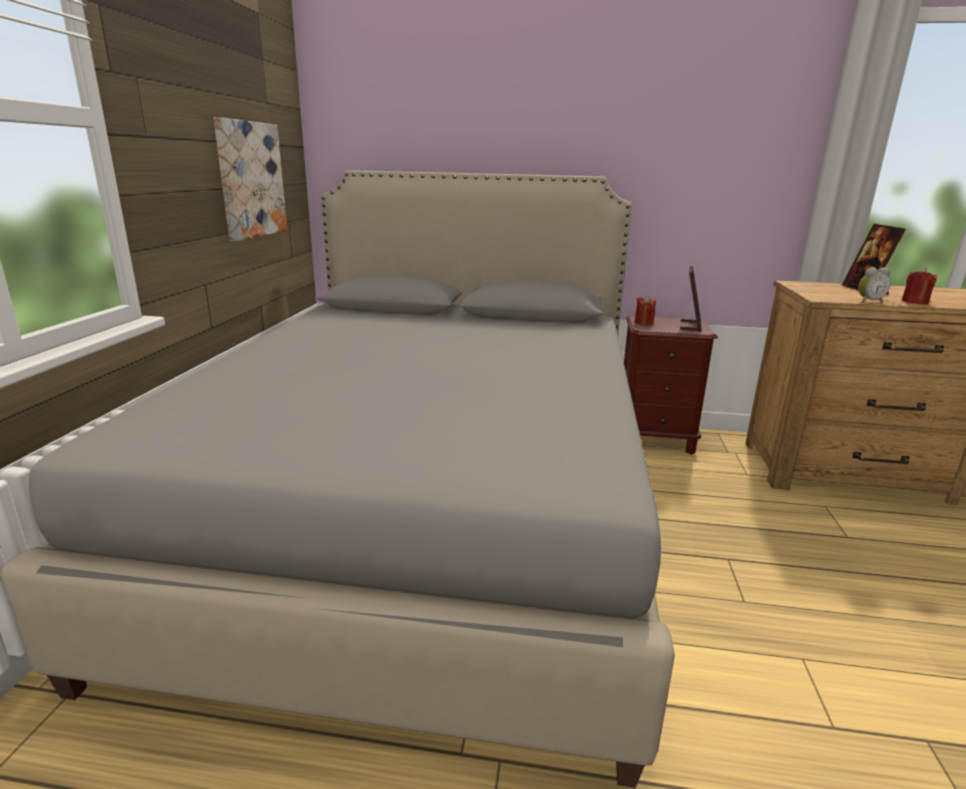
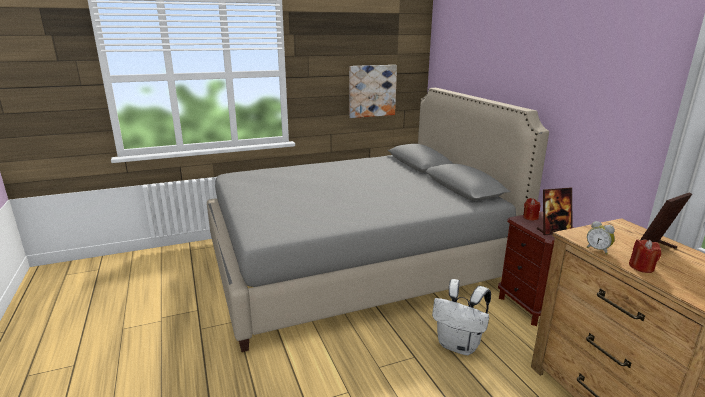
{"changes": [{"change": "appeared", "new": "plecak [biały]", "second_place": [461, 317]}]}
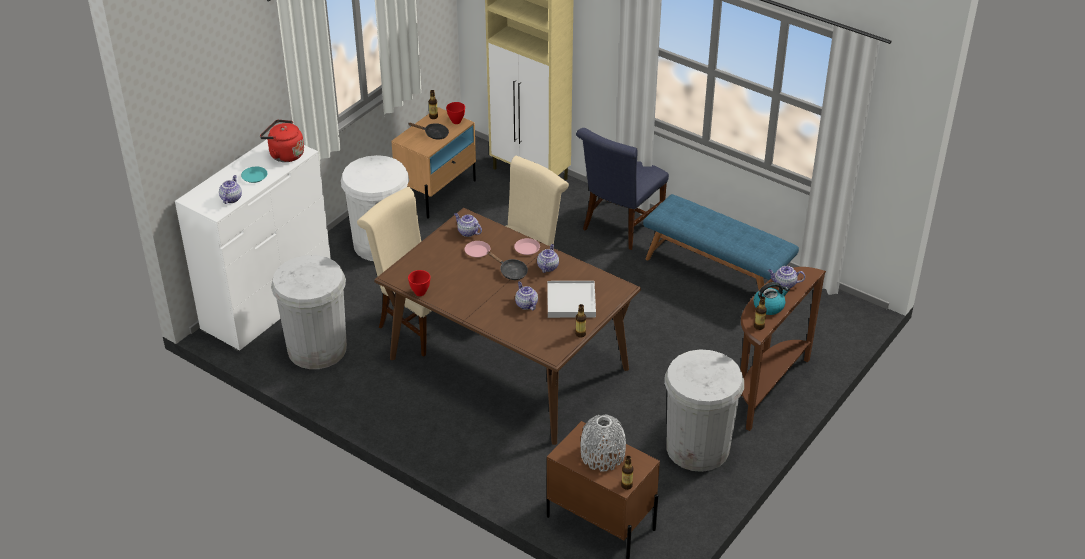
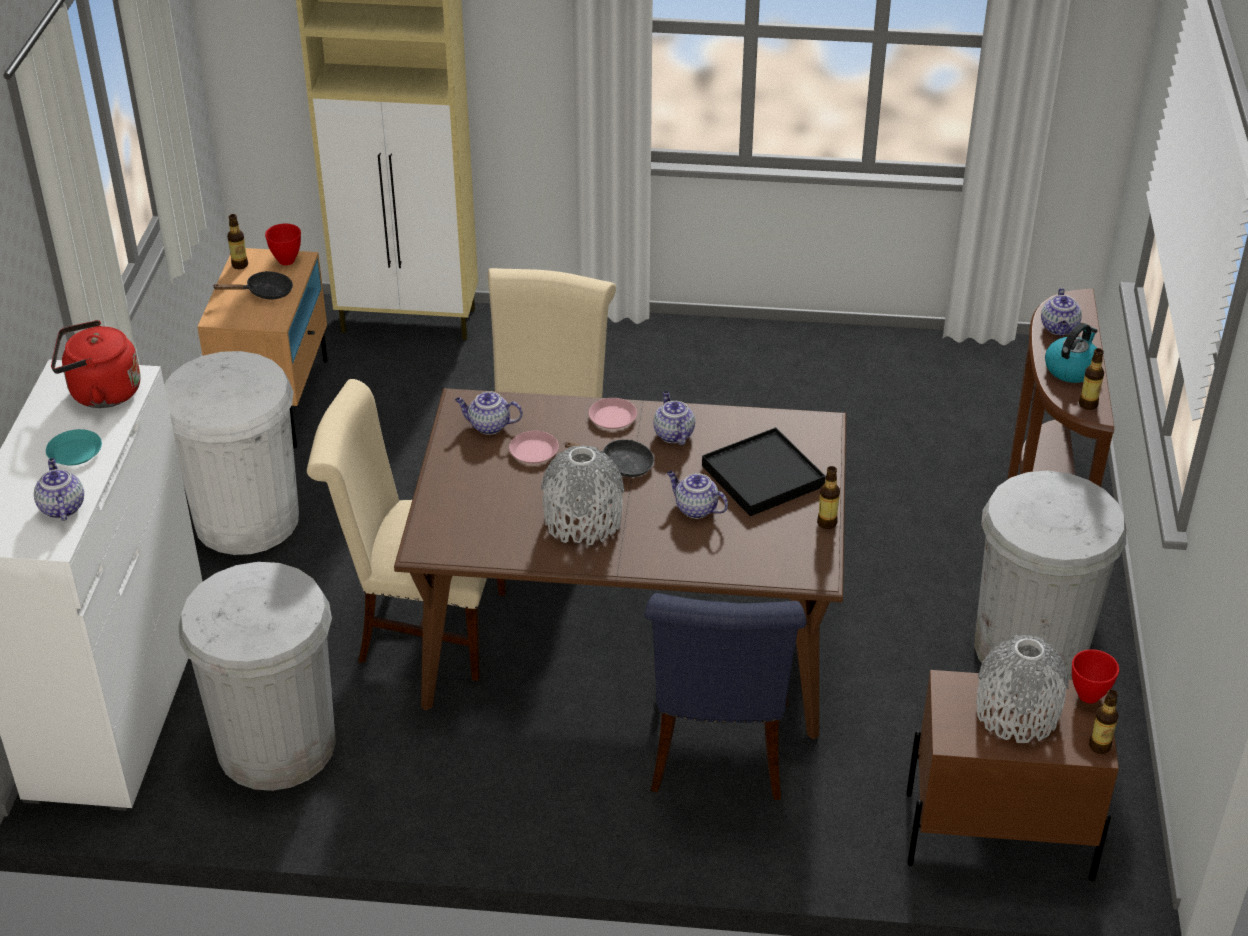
{"changes": [{"change": "appeared", "new": "wazon [szary]", "second_place": [582, 496]}, {"change": "relocated", "old": "krzesło [niebieski]", "first_place": [622, 189], "second_place": [725, 696]}, {"change": "colour", "old": "taca [biały]", "new": "taca [czarny]", "first_place": [571, 299], "second_place": [764, 471]}, {"change": "spun", "old": "imbryk", "first_place": [786, 277], "second_place": [1061, 312], "degrees": -60}, {"change": "relocated", "old": "miska [czerwony]", "first_place": [419, 283], "second_place": [1095, 676]}, {"change": "missing", "old": "ławka [niebieski]", "first_place": [721, 242]}]}
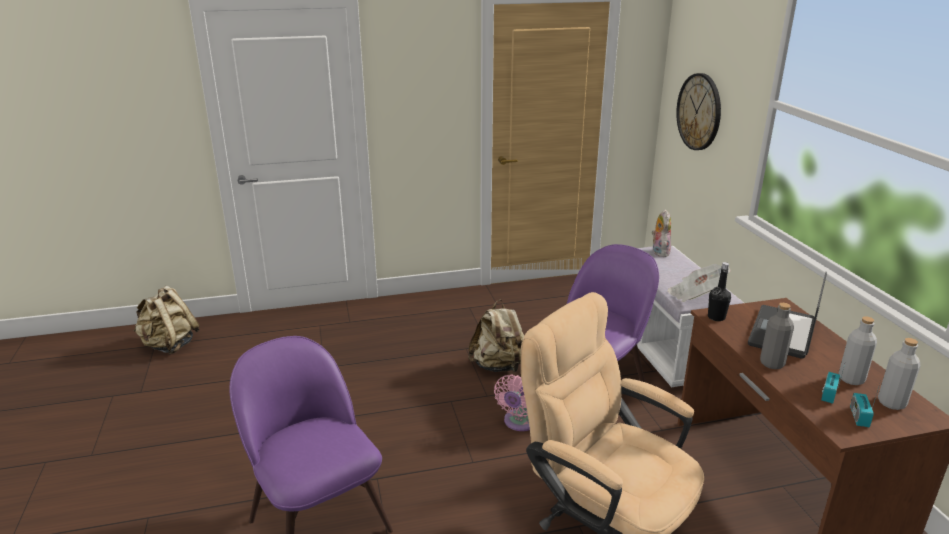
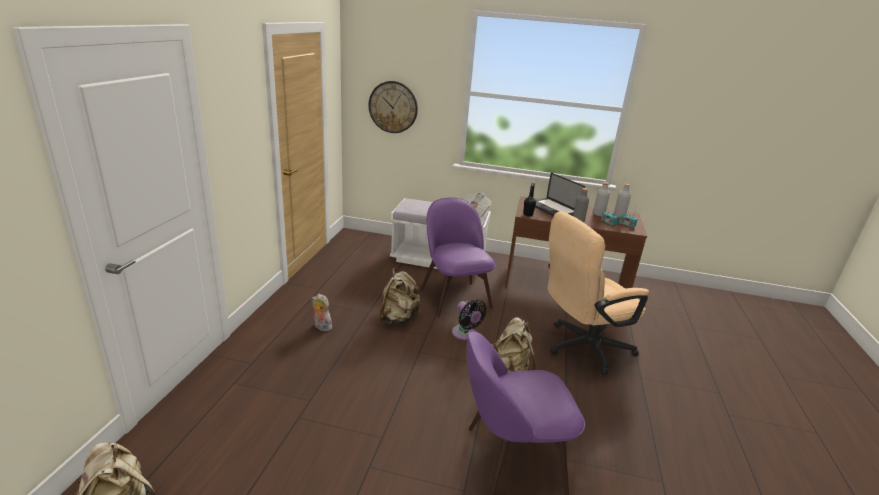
{"changes": [{"change": "relocated", "old": "pluszak", "first_place": [661, 233], "second_place": [322, 312]}, {"change": "colour", "old": "wentylator [różowy]", "new": "wentylator [czarny]", "first_place": [512, 402], "second_place": [469, 319]}, {"change": "appeared", "new": "plecak [beżowy]", "second_place": [514, 344]}]}
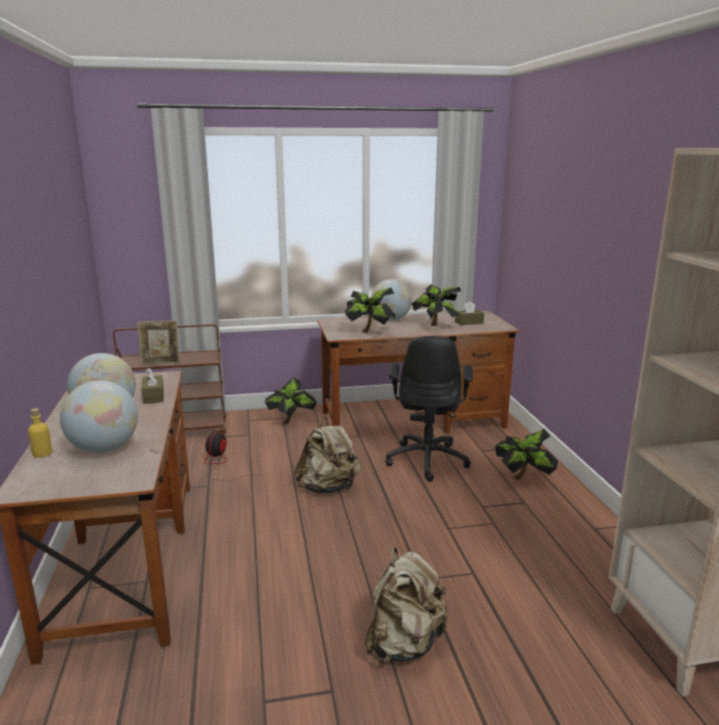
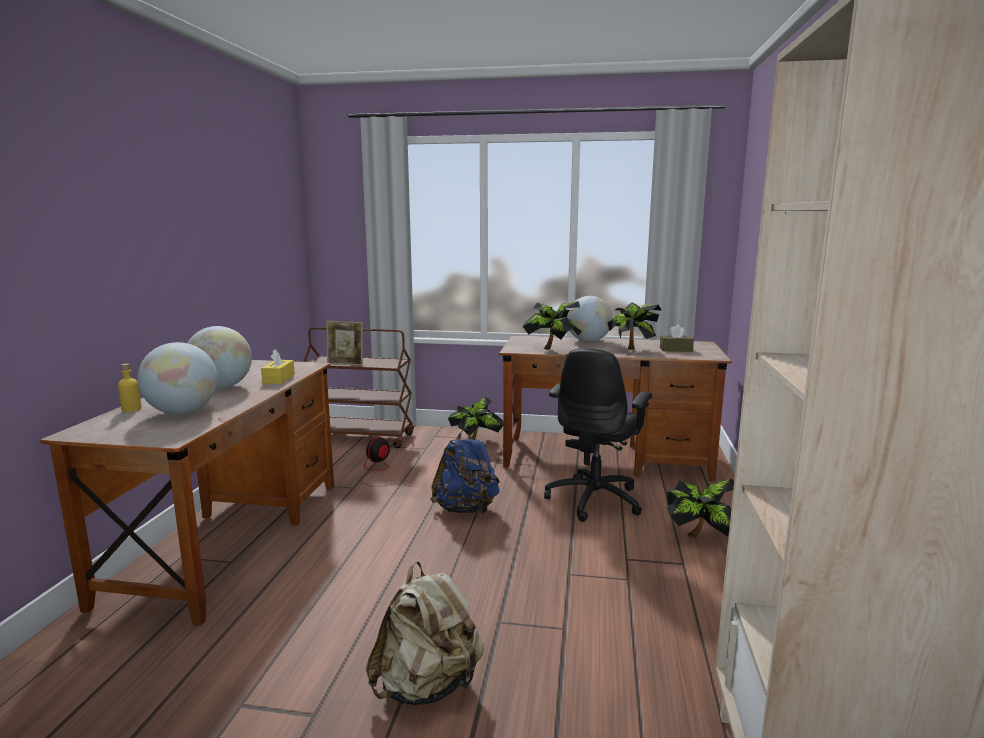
{"changes": [{"change": "colour", "old": "pudełko chusteczek [brązowy]", "new": "pudełko chusteczek [żółty]", "first_place": [153, 385], "second_place": [278, 366]}, {"change": "colour", "old": "plecak [beżowy]", "new": "plecak [niebieski]", "first_place": [328, 455], "second_place": [465, 471]}]}
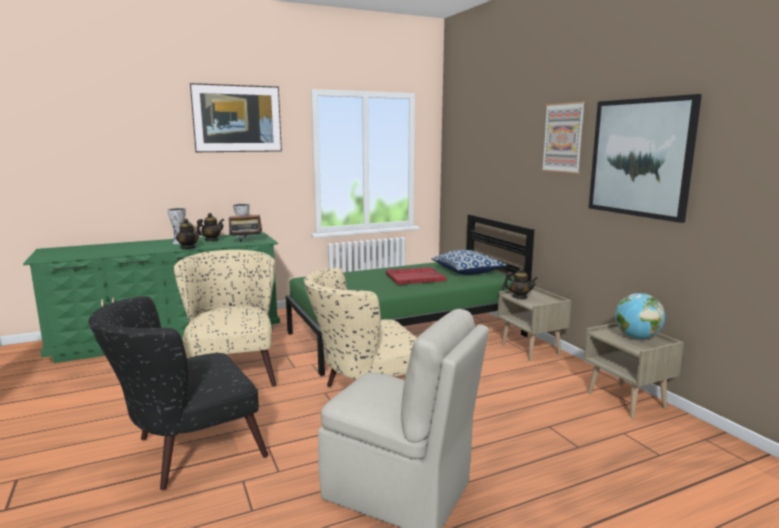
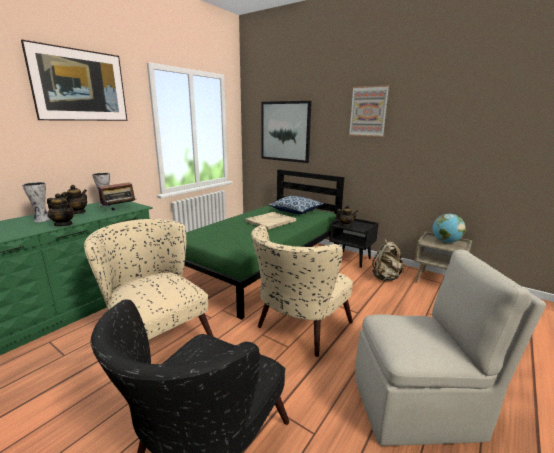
{"changes": [{"change": "colour", "old": "taca [czerwony]", "new": "taca [beżowy]", "first_place": [416, 276], "second_place": [271, 221]}, {"change": "relocated", "old": "obraz", "first_place": [645, 158], "second_place": [286, 132]}, {"change": "colour", "old": "szafka nocna [beżowy]", "new": "szafka nocna [czarny]", "first_place": [534, 324], "second_place": [354, 243]}, {"change": "appeared", "new": "plecak [beżowy]", "second_place": [388, 259]}]}
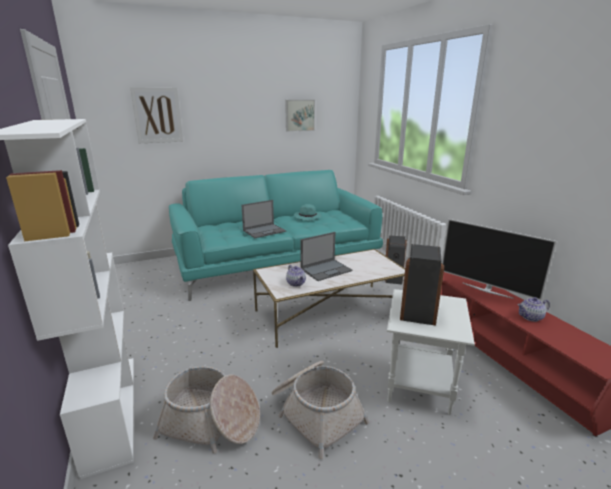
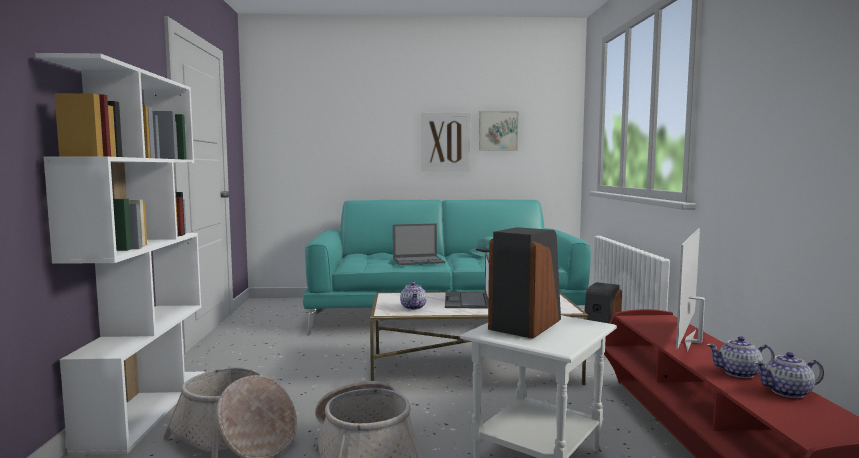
{"changes": [{"change": "relocated", "old": "obraz", "first_place": [156, 115], "second_place": [445, 142]}, {"change": "spun", "old": "laptop", "first_place": [326, 256], "second_place": [467, 280], "degrees": 105}, {"change": "spun", "old": "telewizor", "first_place": [499, 259], "second_place": [690, 290], "degrees": 60}, {"change": "appeared", "new": "imbryk", "second_place": [789, 375]}]}
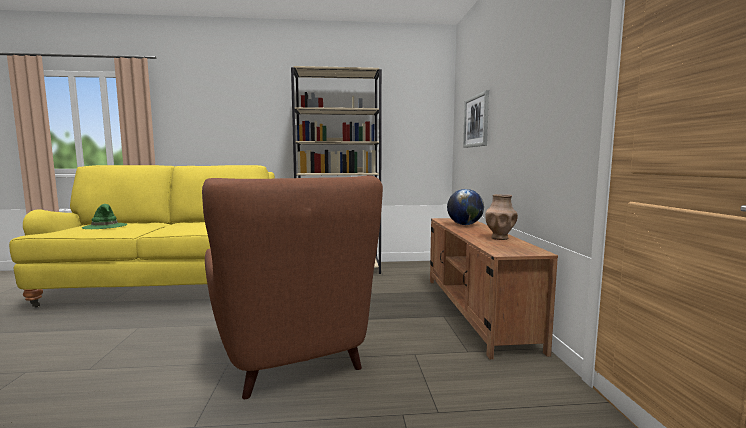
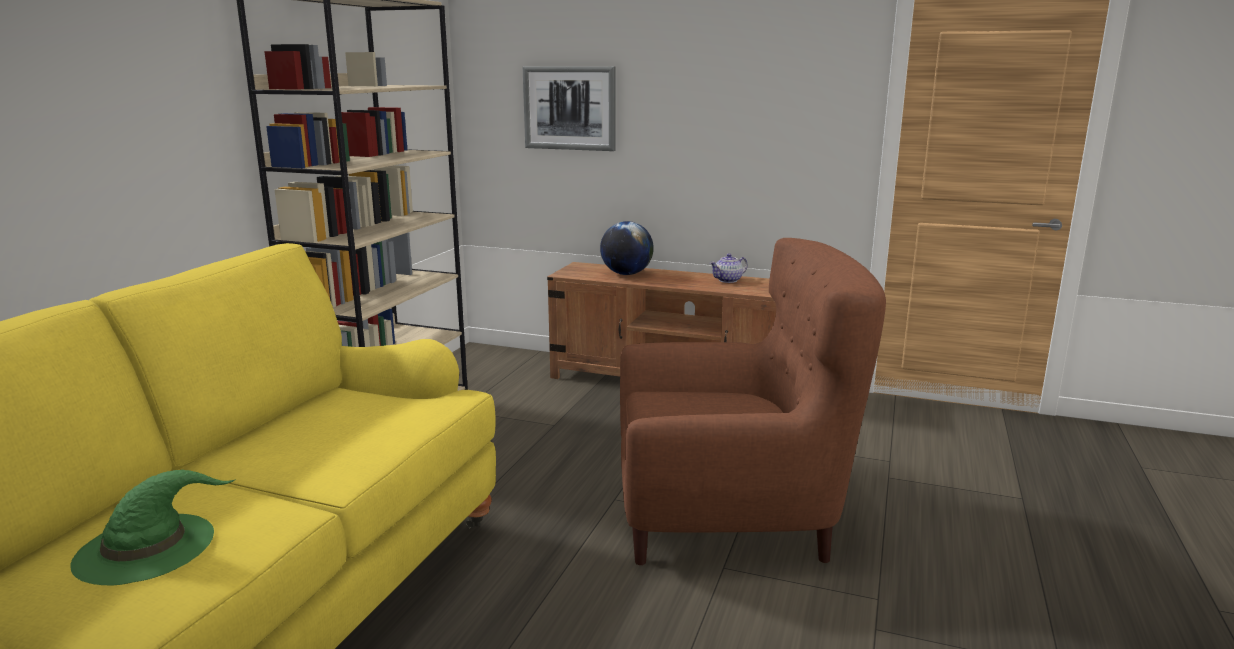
{"changes": [{"change": "exchanged", "old": "wazon [brązowy]", "new": "imbryk", "first_place": [501, 217], "second_place": [729, 268]}]}
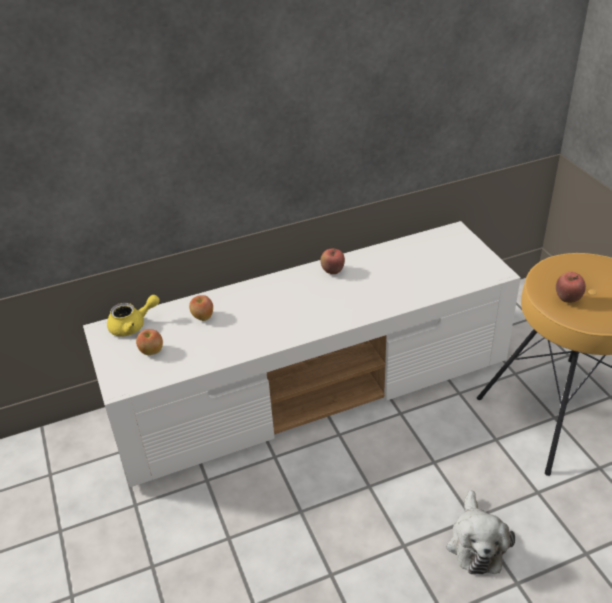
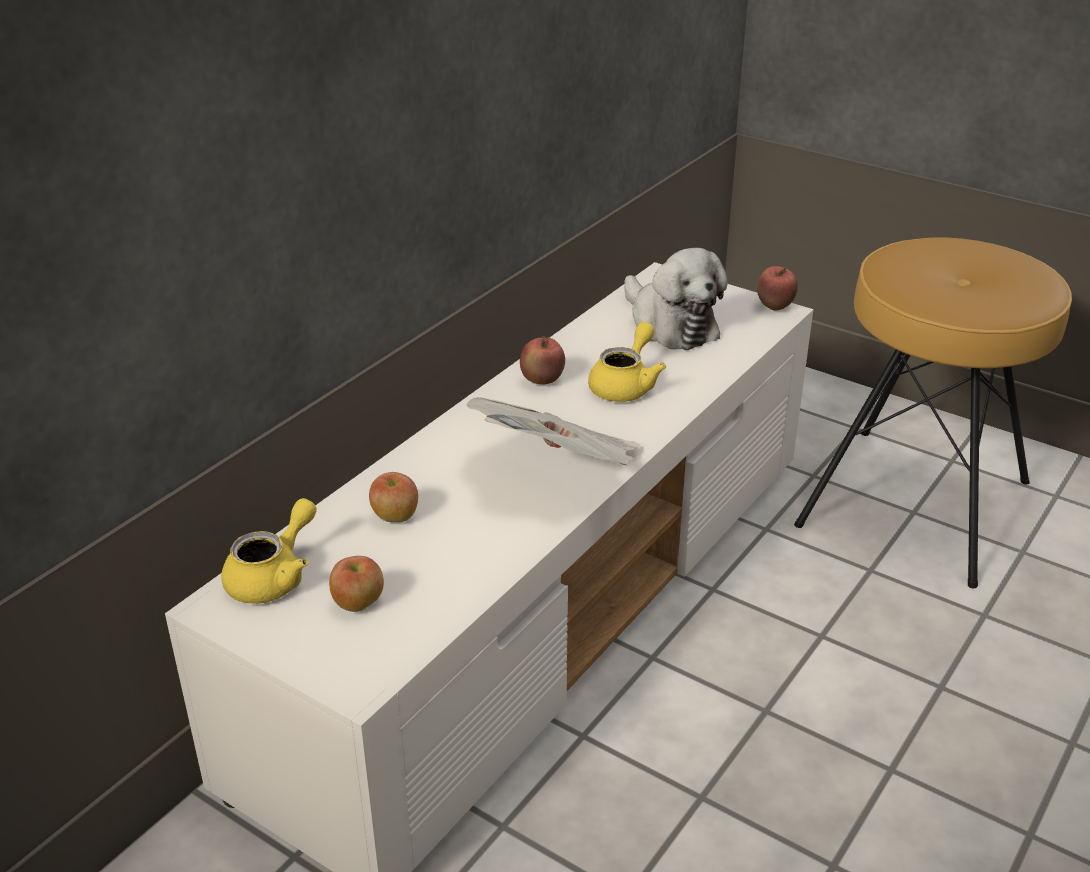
{"changes": [{"change": "appeared", "new": "gazeta", "second_place": [554, 431]}, {"change": "appeared", "new": "imbryk [żółty]", "second_place": [627, 362]}, {"change": "relocated", "old": "pluszak", "first_place": [480, 532], "second_place": [676, 299]}, {"change": "relocated", "old": "jabłko", "first_place": [571, 287], "second_place": [777, 288]}]}
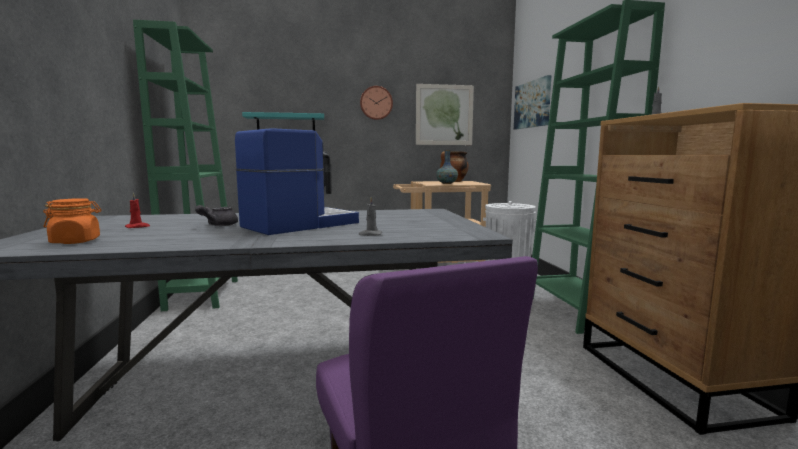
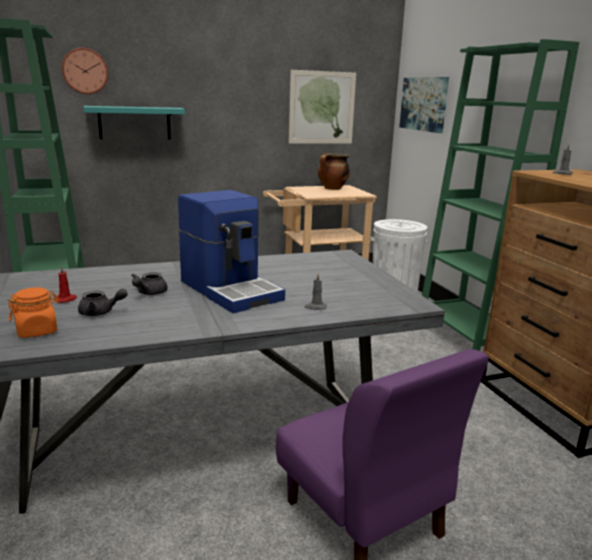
{"changes": [{"change": "relocated", "old": "zegar ścienny", "first_place": [376, 103], "second_place": [85, 71]}, {"change": "appeared", "new": "imbryk [szary]", "second_place": [103, 302]}, {"change": "spun", "old": "ekspres do kawy", "first_place": [297, 181], "second_place": [231, 251], "degrees": 105}, {"change": "missing", "old": "wazon", "first_place": [447, 167]}]}
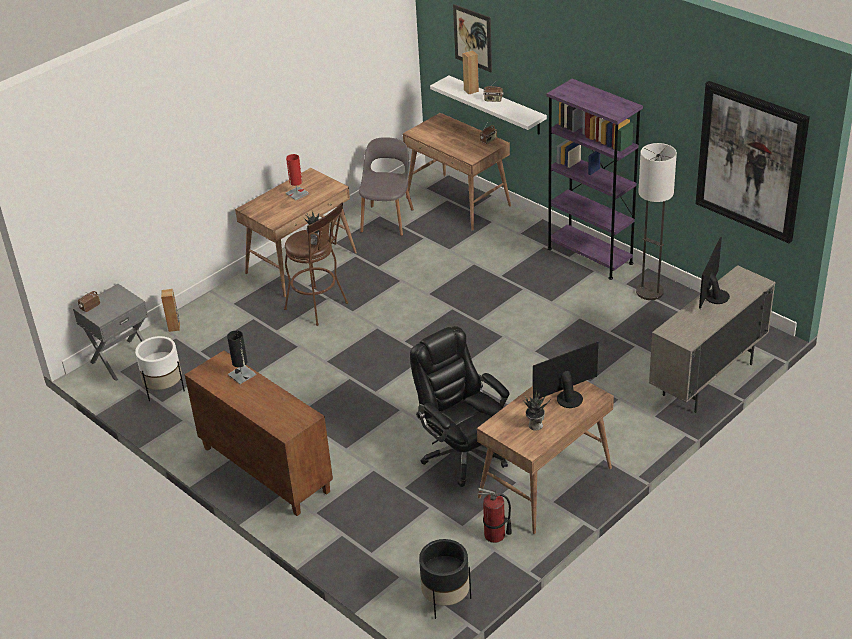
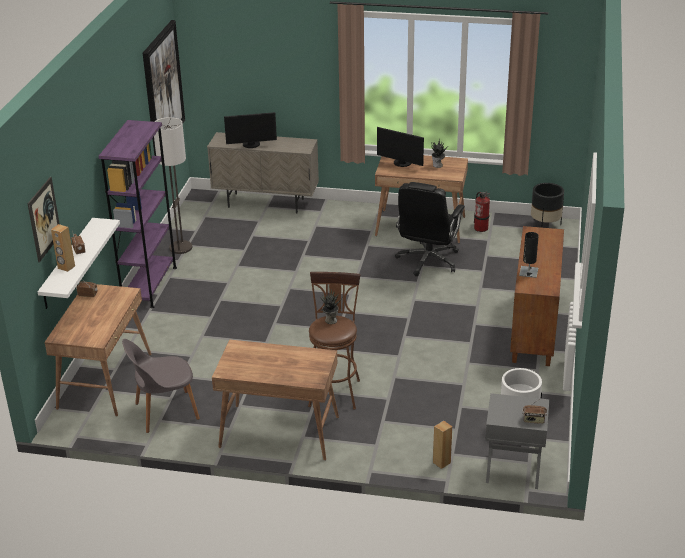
{"changes": [{"change": "missing", "old": "lampa stołowa [czerwony]", "first_place": [297, 177]}]}
